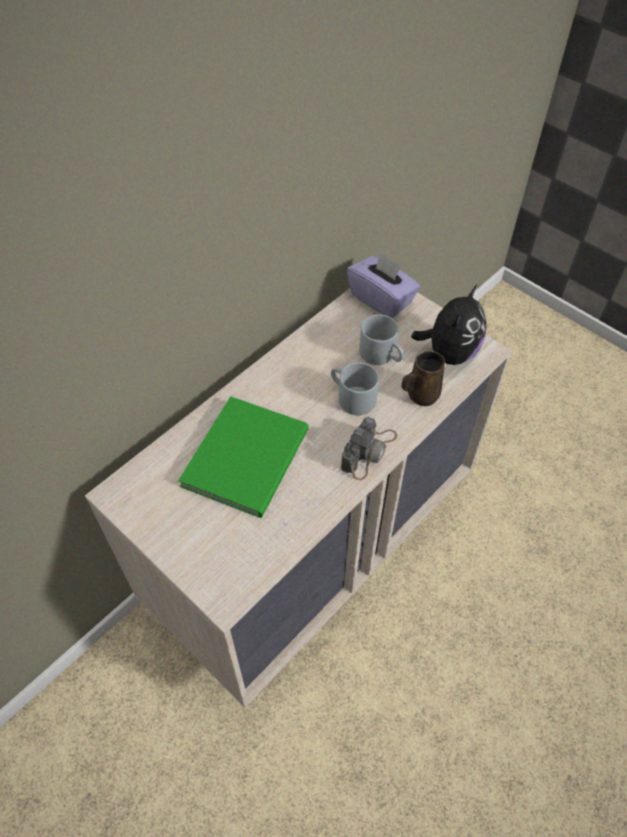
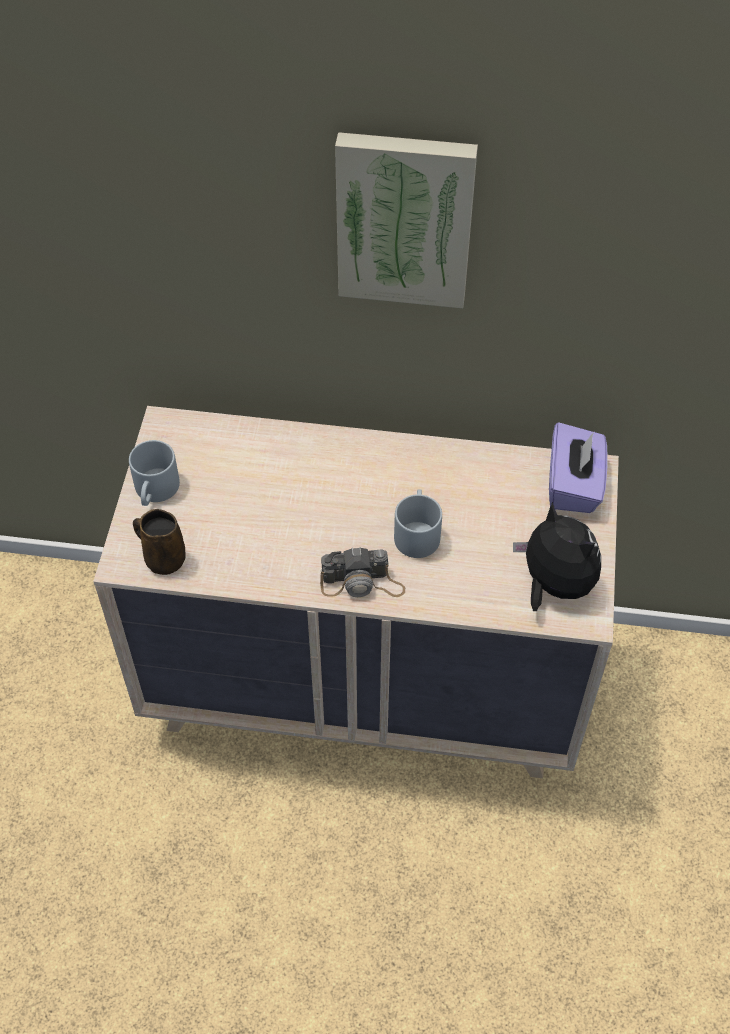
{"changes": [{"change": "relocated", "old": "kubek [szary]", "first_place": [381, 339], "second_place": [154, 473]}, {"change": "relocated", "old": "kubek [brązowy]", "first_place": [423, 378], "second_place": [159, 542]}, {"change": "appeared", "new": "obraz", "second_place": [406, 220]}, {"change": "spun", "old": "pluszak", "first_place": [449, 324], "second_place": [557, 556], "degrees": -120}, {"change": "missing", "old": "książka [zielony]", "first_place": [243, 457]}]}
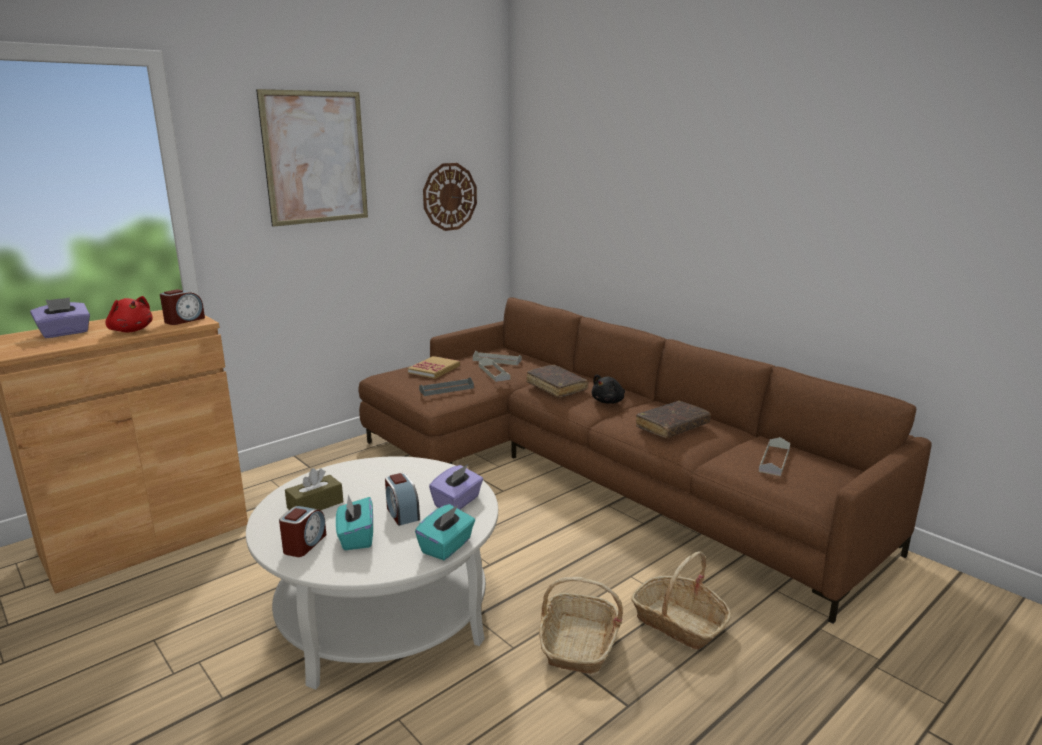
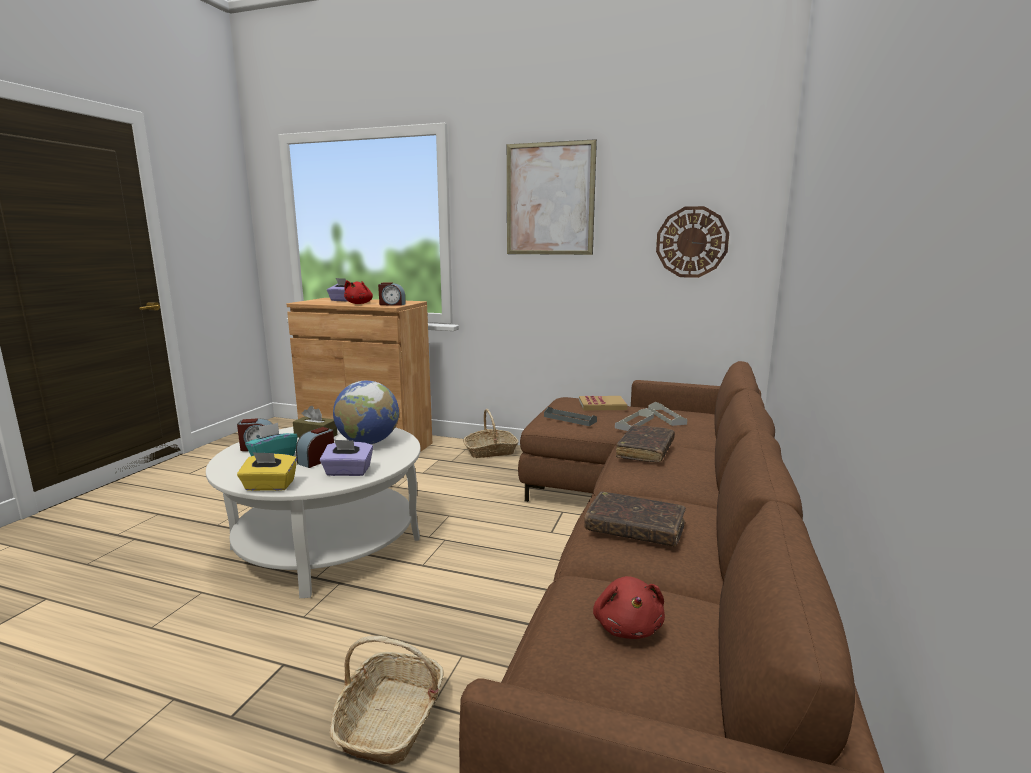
{"changes": [{"change": "colour", "old": "pudełko chusteczek [turkusowy]", "new": "pudełko chusteczek [żółty]", "first_place": [445, 532], "second_place": [267, 471]}, {"change": "appeared", "new": "globus", "second_place": [366, 412]}, {"change": "relocated", "old": "koszyk", "first_place": [581, 625], "second_place": [490, 433]}, {"change": "exchanged", "old": "taca [szary]", "new": "pluszak [czerwony]", "first_place": [774, 456], "second_place": [629, 607]}, {"change": "missing", "old": "pluszak [czarny]", "first_place": [608, 389]}]}
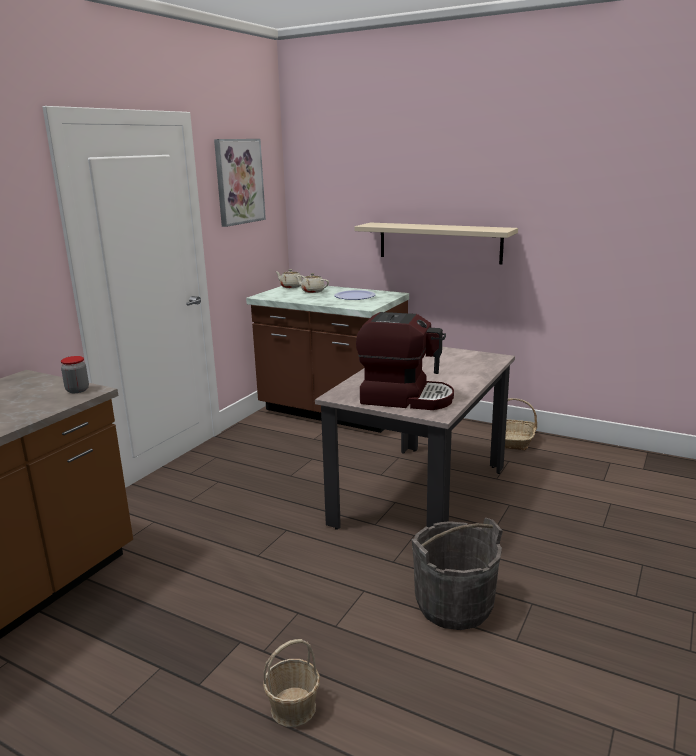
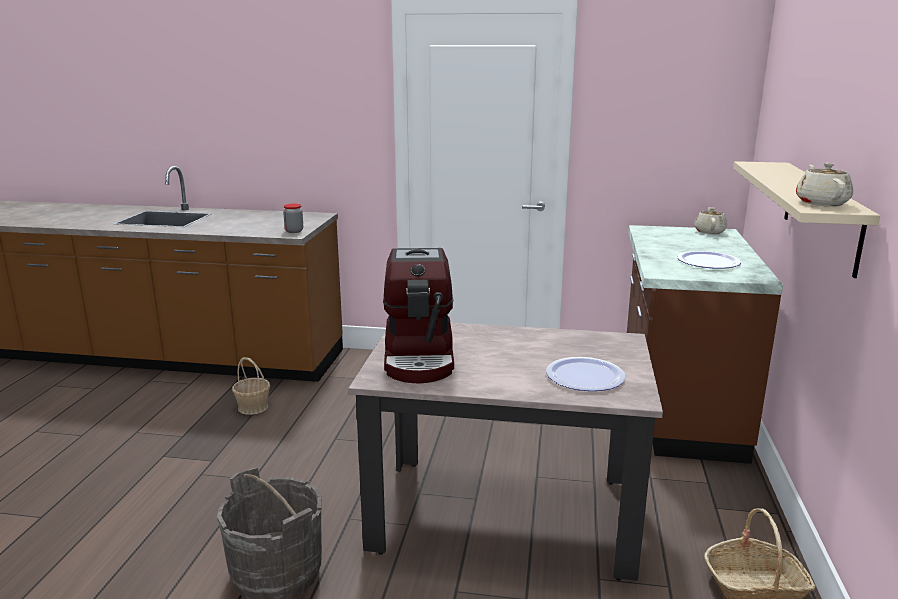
{"changes": [{"change": "relocated", "old": "koszyk", "first_place": [291, 683], "second_place": [251, 386]}, {"change": "appeared", "new": "talerz", "second_place": [586, 374]}, {"change": "relocated", "old": "imbryk [beżowy]", "first_place": [312, 283], "second_place": [824, 184]}, {"change": "missing", "old": "obraz", "first_place": [240, 183]}]}
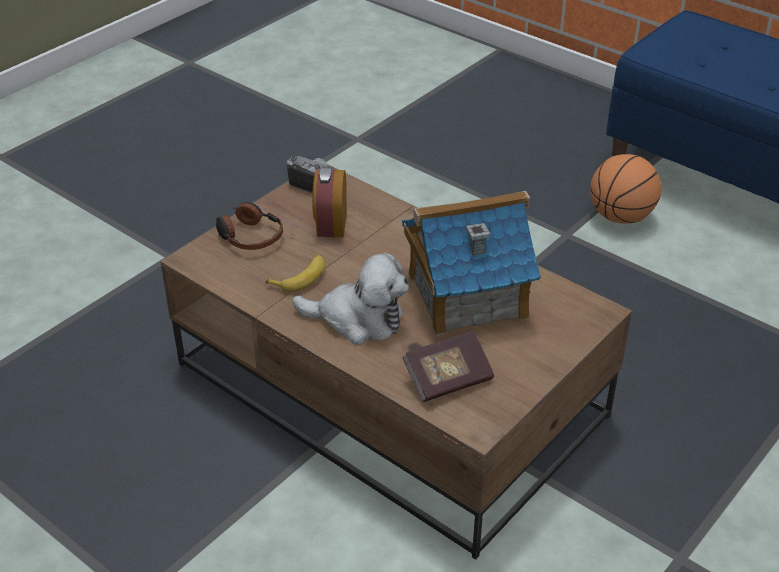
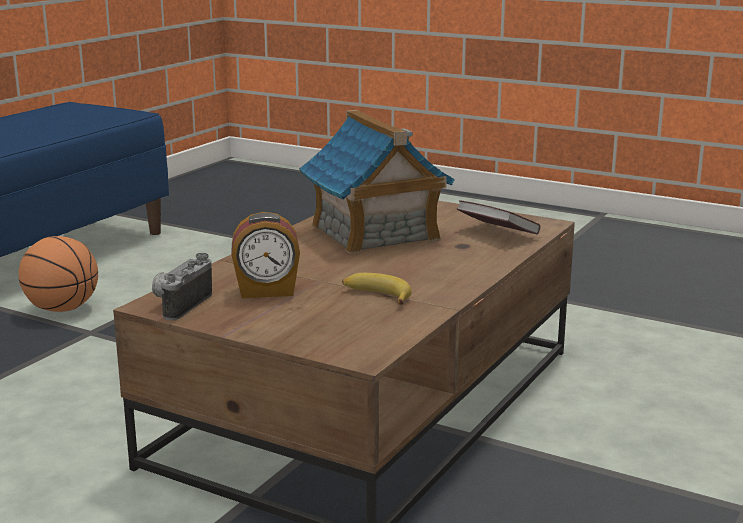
{"changes": [{"change": "missing", "old": "słuchawki", "first_place": [249, 226]}, {"change": "missing", "old": "pluszak", "first_place": [350, 299]}]}
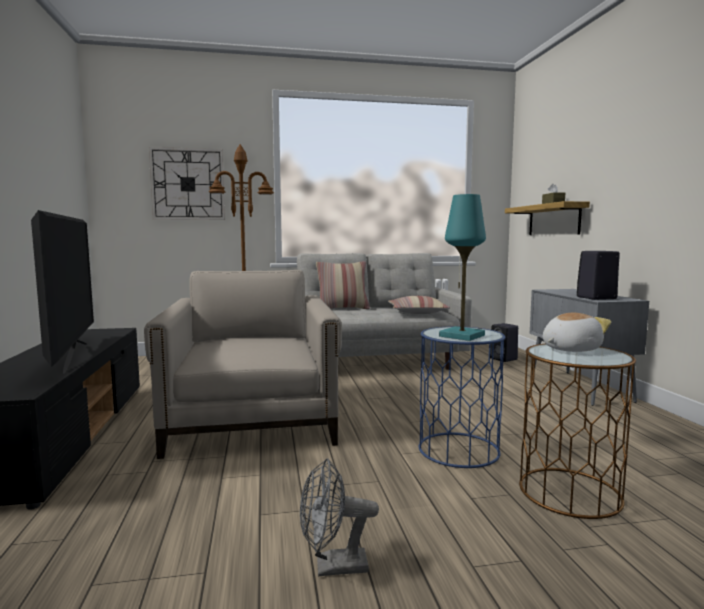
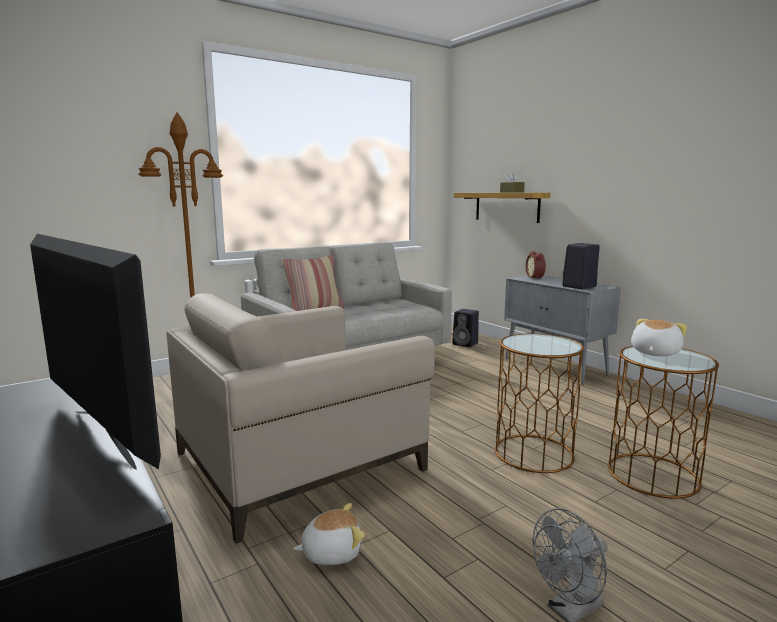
{"changes": [{"change": "spun", "old": "fotel [beżowy]", "first_place": [243, 364], "second_place": [300, 418], "degrees": -90}, {"change": "appeared", "new": "pluszak", "second_place": [329, 534]}, {"change": "colour", "old": "stolik [niebieski]", "new": "stolik [brązowy]", "first_place": [462, 397], "second_place": [539, 403]}, {"change": "appeared", "new": "budzik", "second_place": [536, 265]}, {"change": "missing", "old": "zegar ścienny", "first_place": [187, 183]}, {"change": "missing", "old": "poduszka", "first_place": [419, 305]}, {"change": "missing", "old": "lampa stołowa [turkusowy]", "first_place": [462, 267]}]}
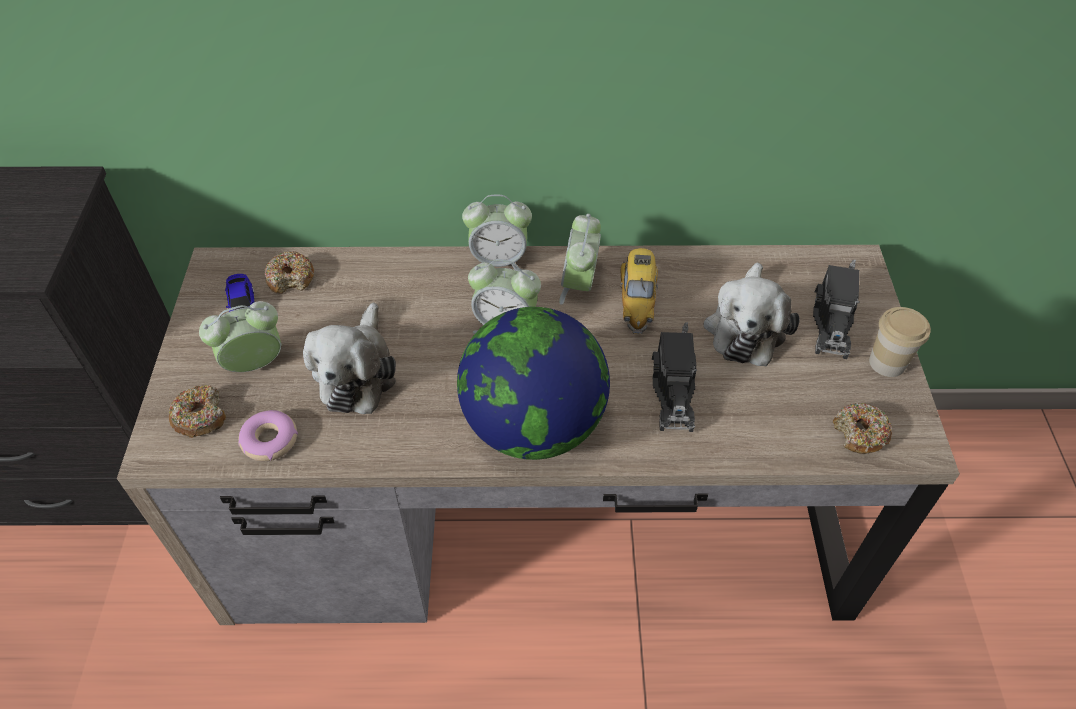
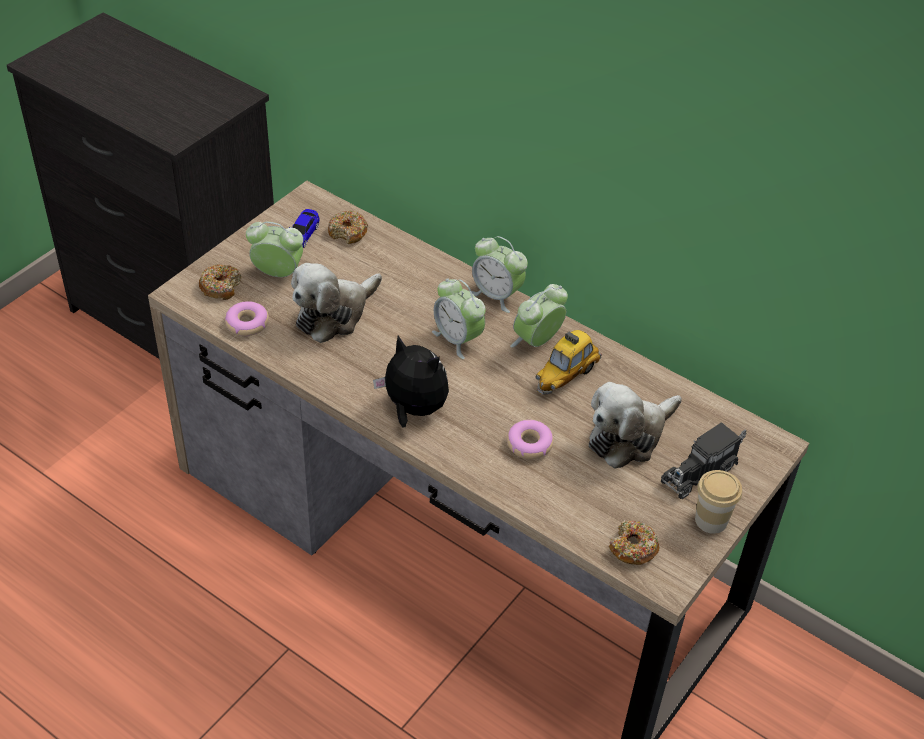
{"changes": [{"change": "exchanged", "old": "globus", "new": "pluszak", "first_place": [533, 383], "second_place": [411, 381]}, {"change": "exchanged", "old": "ciężarówka zabawkowa", "new": "donut", "first_place": [674, 377], "second_place": [530, 439]}]}
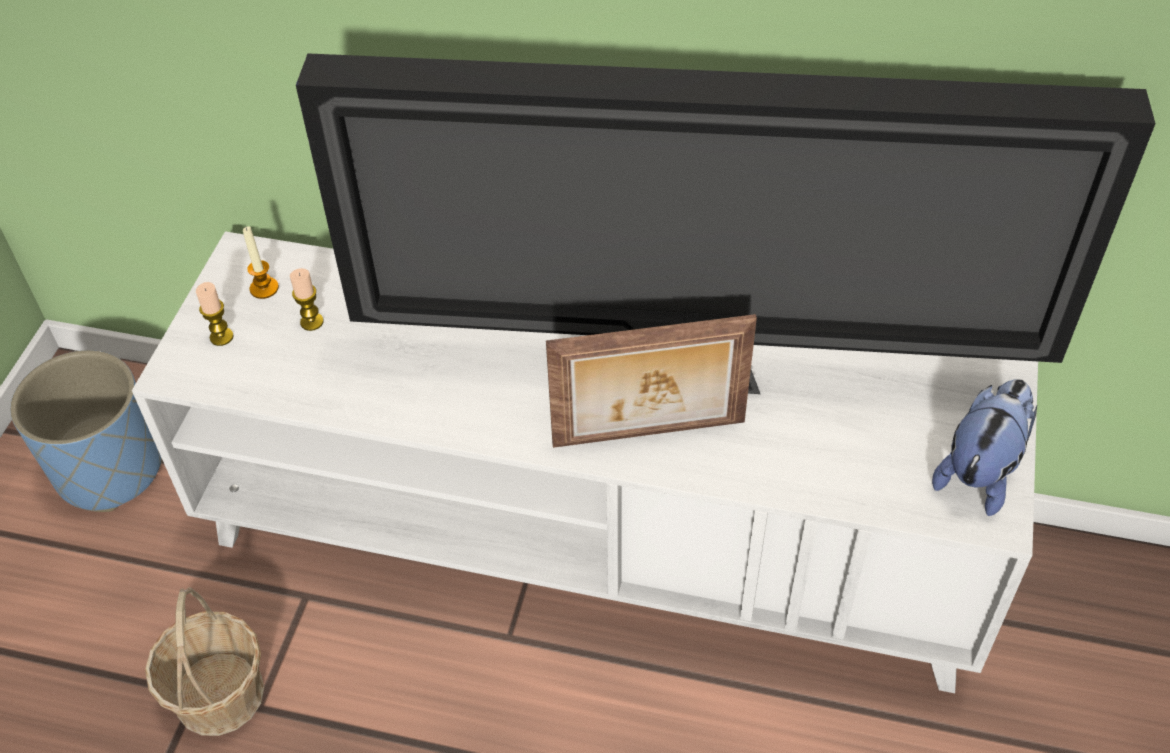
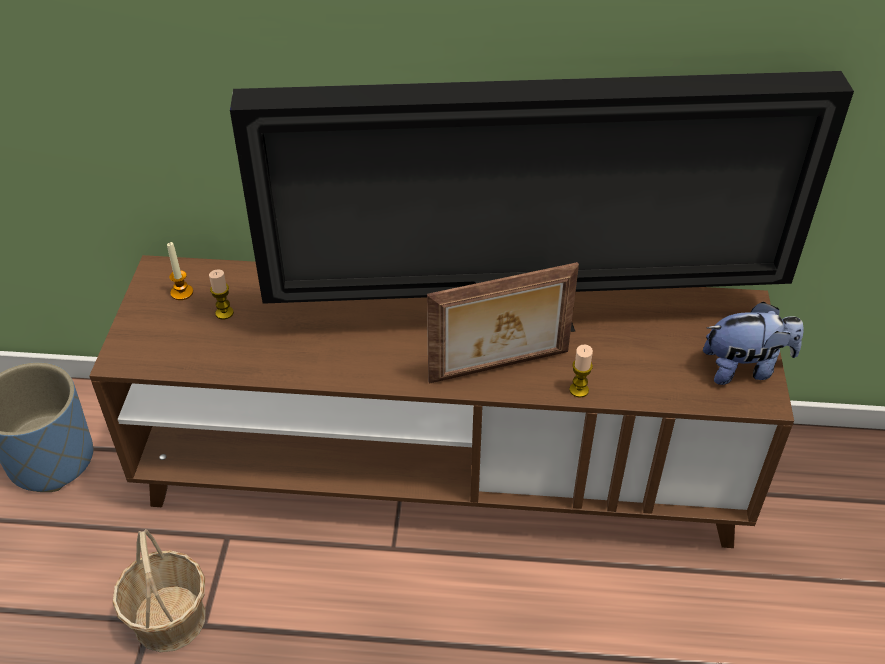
{"changes": [{"change": "colour", "old": "szafka pod telewizor [biały]", "new": "szafka pod telewizor [brązowy]", "first_place": [585, 462], "second_place": [441, 401]}, {"change": "relocated", "old": "świeca", "first_place": [215, 314], "second_place": [581, 371]}, {"change": "spun", "old": "pluszak", "first_place": [984, 447], "second_place": [753, 343], "degrees": 60}]}
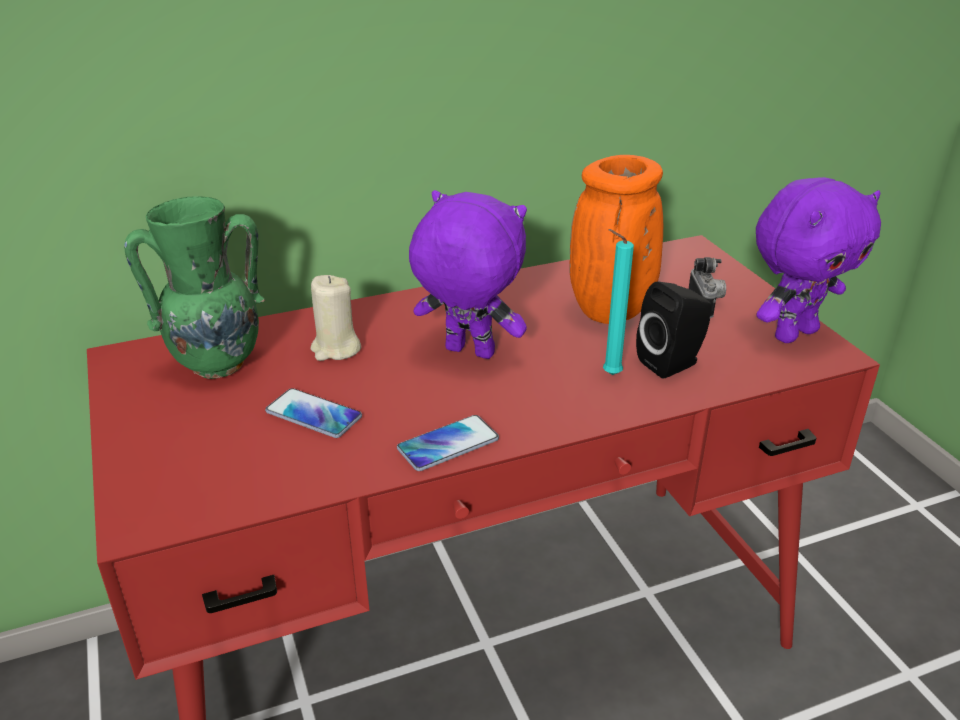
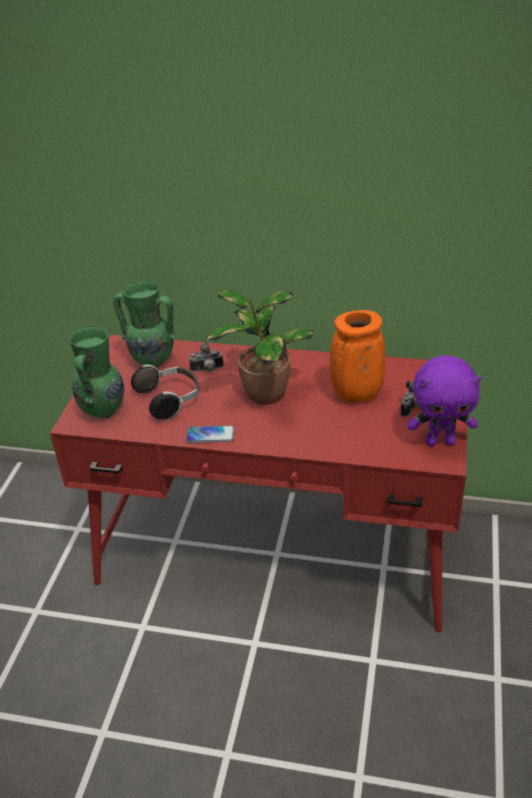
{"changes": [{"change": "appeared", "new": "wazon [zielony]", "second_place": [96, 372]}, {"change": "exchanged", "old": "telefon", "new": "słuchawki", "first_place": [313, 413], "second_place": [165, 392]}, {"change": "exchanged", "old": "świeca [beżowy]", "new": "aparat fotograficzny", "first_place": [336, 318], "second_place": [206, 357]}, {"change": "exchanged", "old": "pluszak [fioletowy]", "new": "roślina doniczkowa", "first_place": [468, 274], "second_place": [260, 347]}, {"change": "missing", "old": "świeca [turkusowy]", "first_place": [618, 302]}, {"change": "missing", "old": "głośnik [czarny]", "first_place": [674, 330]}]}
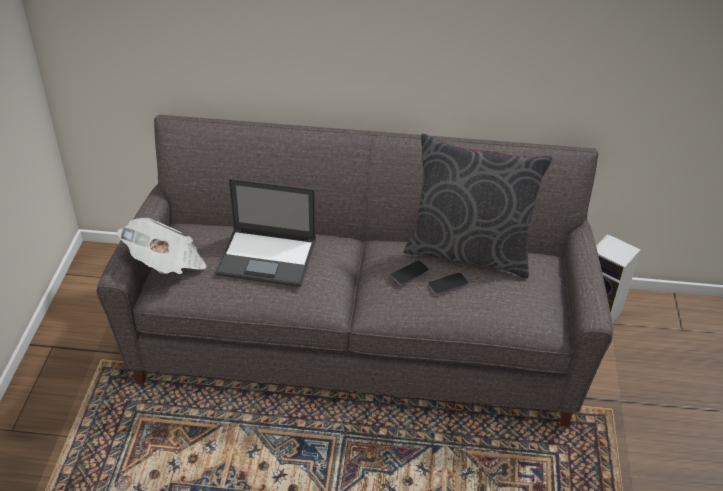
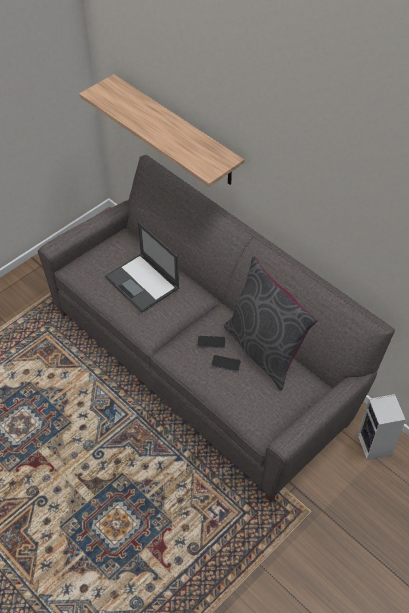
{"changes": [{"change": "appeared", "new": "półka", "second_place": [161, 130]}, {"change": "missing", "old": "gazeta", "first_place": [162, 246]}]}
